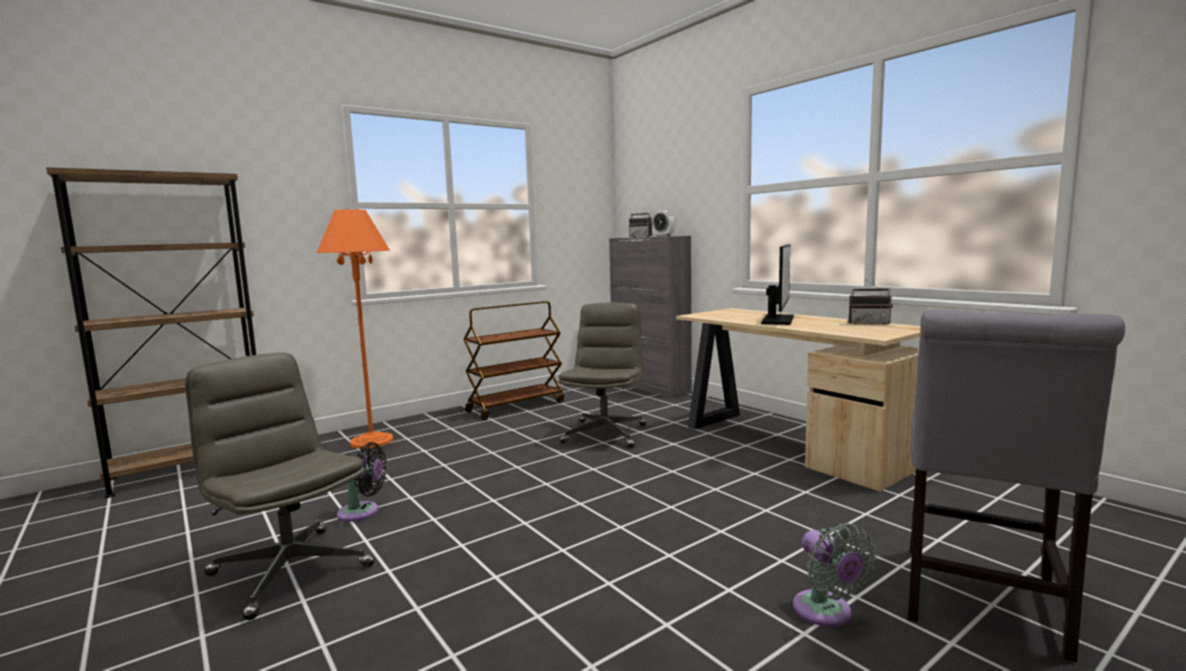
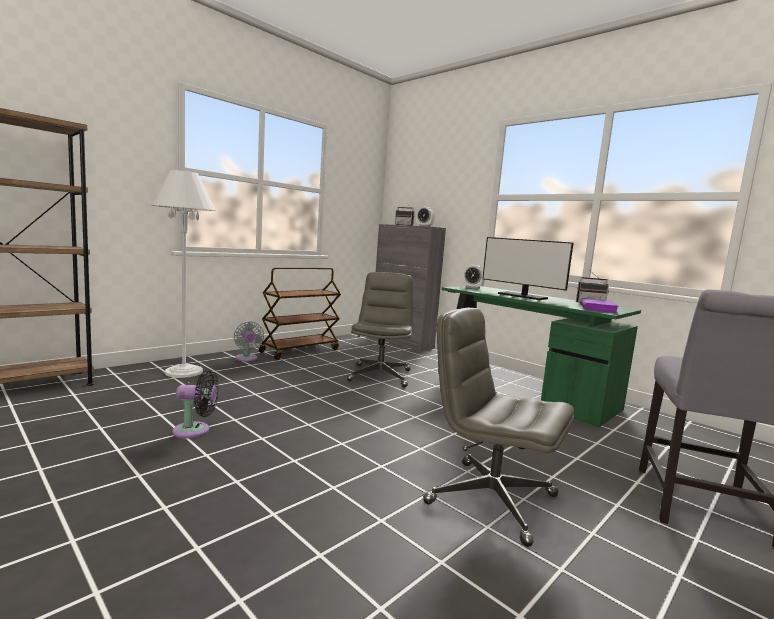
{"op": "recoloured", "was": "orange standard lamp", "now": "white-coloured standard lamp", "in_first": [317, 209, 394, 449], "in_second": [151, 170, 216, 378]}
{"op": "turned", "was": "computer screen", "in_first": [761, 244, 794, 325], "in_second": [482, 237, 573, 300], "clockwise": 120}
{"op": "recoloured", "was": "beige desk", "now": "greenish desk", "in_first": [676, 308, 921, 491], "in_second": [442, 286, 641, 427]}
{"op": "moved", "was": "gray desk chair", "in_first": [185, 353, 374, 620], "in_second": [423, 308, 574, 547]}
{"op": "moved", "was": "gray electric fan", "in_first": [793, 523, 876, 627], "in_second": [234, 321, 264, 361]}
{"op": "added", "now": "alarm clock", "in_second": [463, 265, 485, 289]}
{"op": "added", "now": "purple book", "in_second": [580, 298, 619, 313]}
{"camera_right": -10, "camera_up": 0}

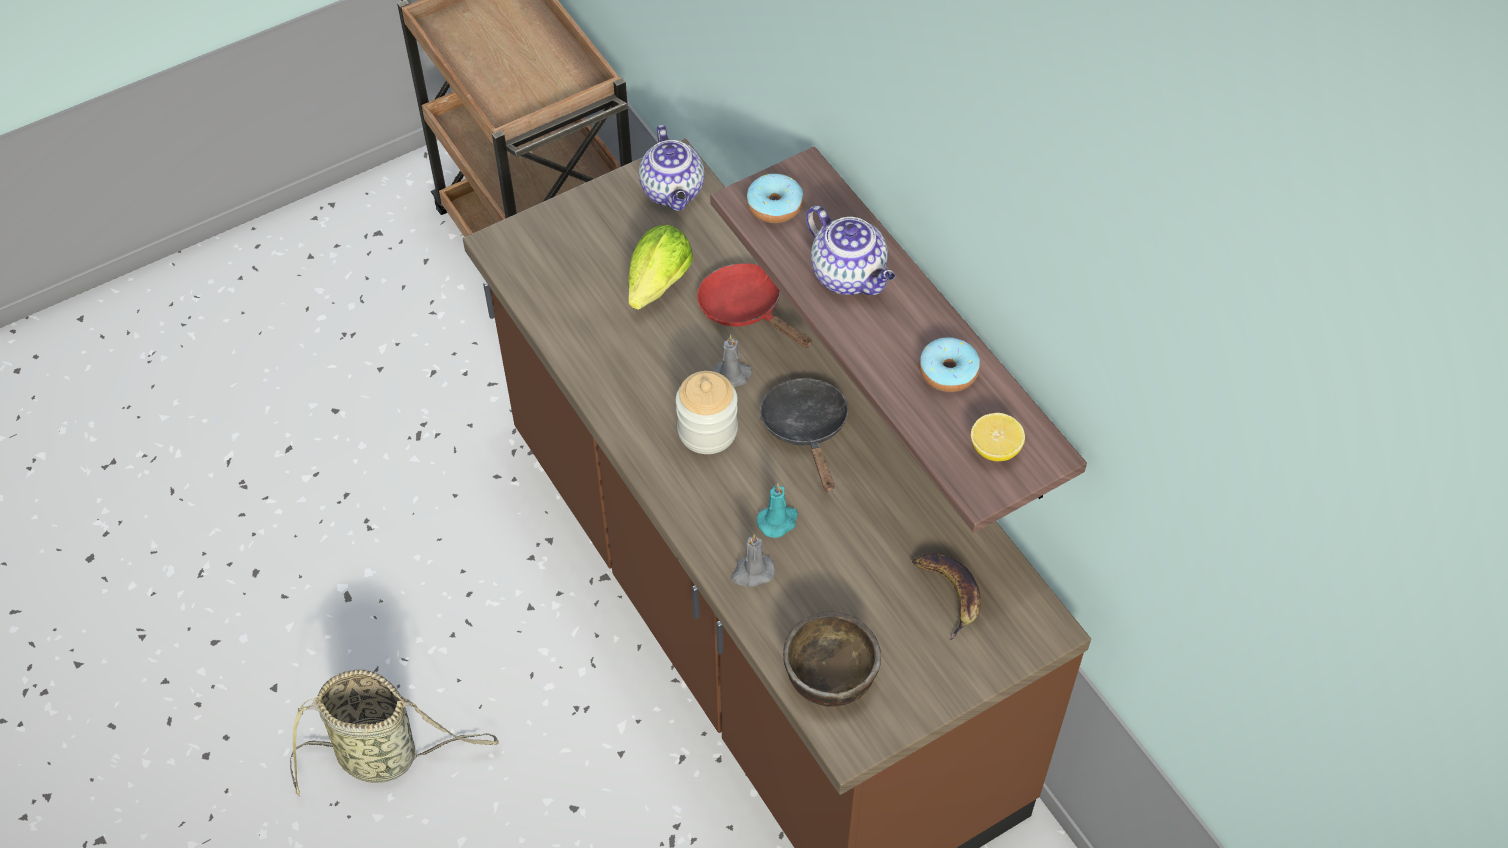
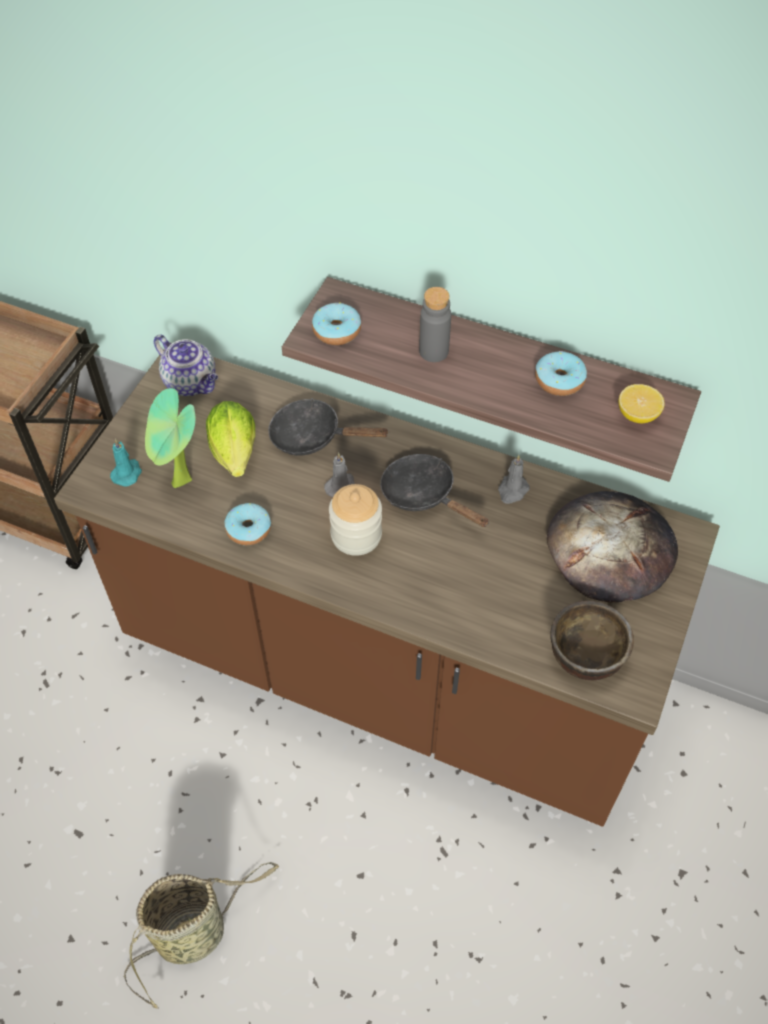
{"op": "replaced", "was": "tea pot", "now": "gray bottle", "in_first": [806, 205, 895, 295], "in_second": [419, 287, 451, 362]}
{"op": "recoloured", "was": "red skillet", "now": "black skillet", "in_first": [697, 263, 812, 348], "in_second": [268, 398, 390, 456]}
{"op": "moved", "was": "blue-green wax light", "in_first": [757, 483, 798, 538], "in_second": [110, 439, 142, 487]}
{"op": "moved", "was": "gray wax light", "in_first": [731, 534, 775, 587], "in_second": [498, 455, 530, 504]}
{"op": "replaced", "was": "whole banana", "now": "baked bread", "in_first": [912, 553, 981, 640], "in_second": [547, 491, 678, 603]}
{"op": "added", "now": "houseplant", "in_second": [145, 388, 195, 488]}
{"op": "added", "now": "ring doughnut", "in_second": [225, 503, 271, 545]}
{"camera_right": -35, "camera_up": 0}

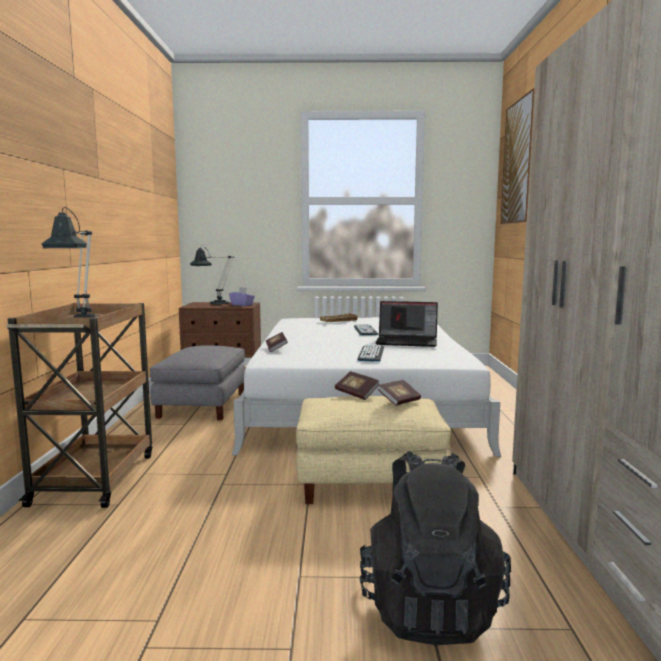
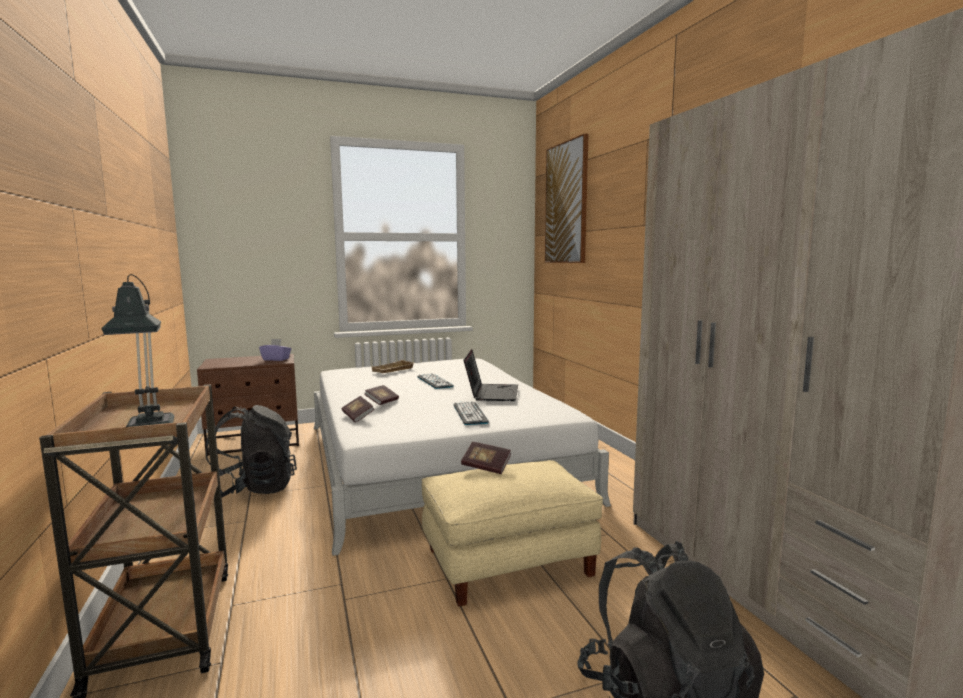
{"op": "removed", "was": "lamp for a table", "in_first": [190, 246, 234, 305]}
{"op": "turned", "was": "portable computer", "in_first": [375, 301, 438, 347], "in_second": [464, 349, 518, 401], "clockwise": -75}
{"op": "replaced", "was": "gray ottoman", "now": "black rucksack", "in_first": [149, 345, 245, 420], "in_second": [205, 405, 297, 498]}
{"op": "moved", "was": "book", "in_first": [378, 380, 421, 406], "in_second": [364, 385, 399, 405]}
{"camera_right": -20, "camera_up": 0}

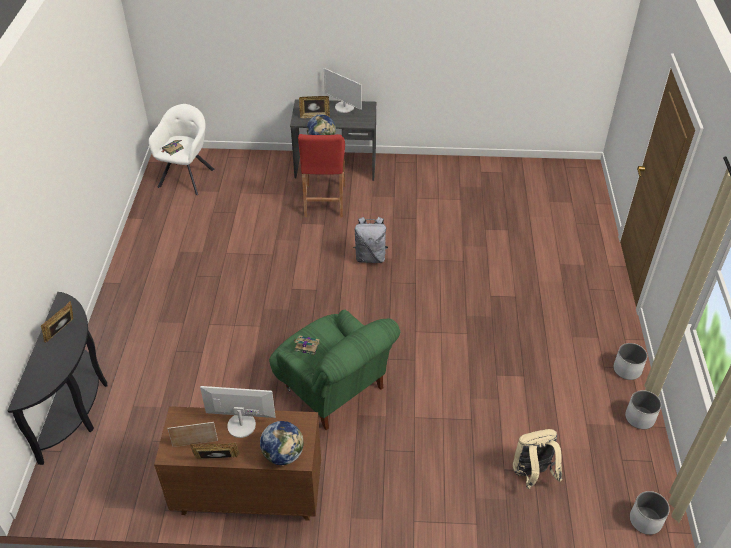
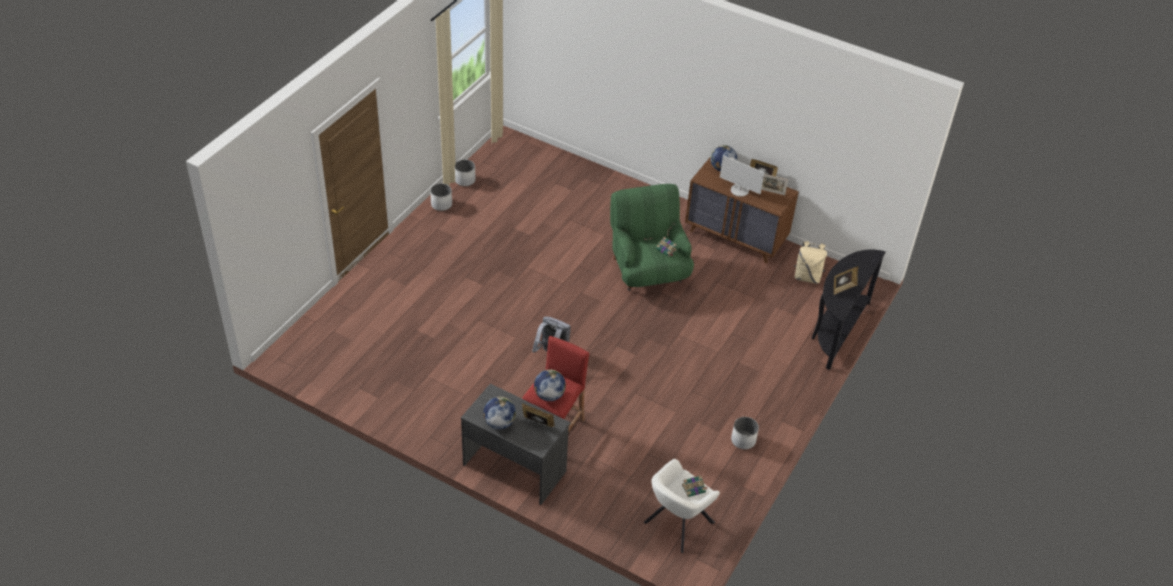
{"op": "replaced", "was": "computer screen", "now": "desk globe", "in_first": [324, 68, 362, 113], "in_second": [483, 397, 516, 429]}
{"op": "moved", "was": "beige rucksack", "in_first": [513, 429, 562, 489], "in_second": [795, 241, 827, 284]}
{"op": "moved", "was": "white-coloured planter", "in_first": [630, 491, 670, 535], "in_second": [731, 417, 759, 449]}
{"camera_right": -155, "camera_up": 0}

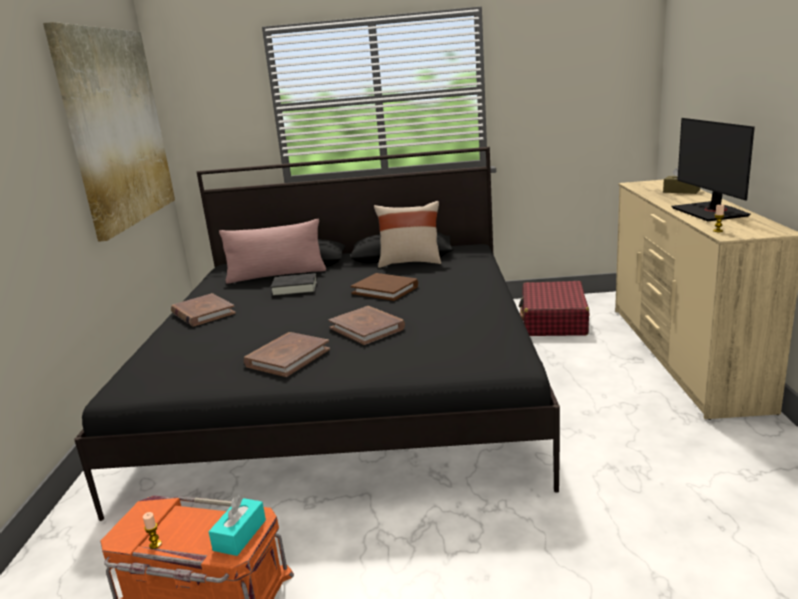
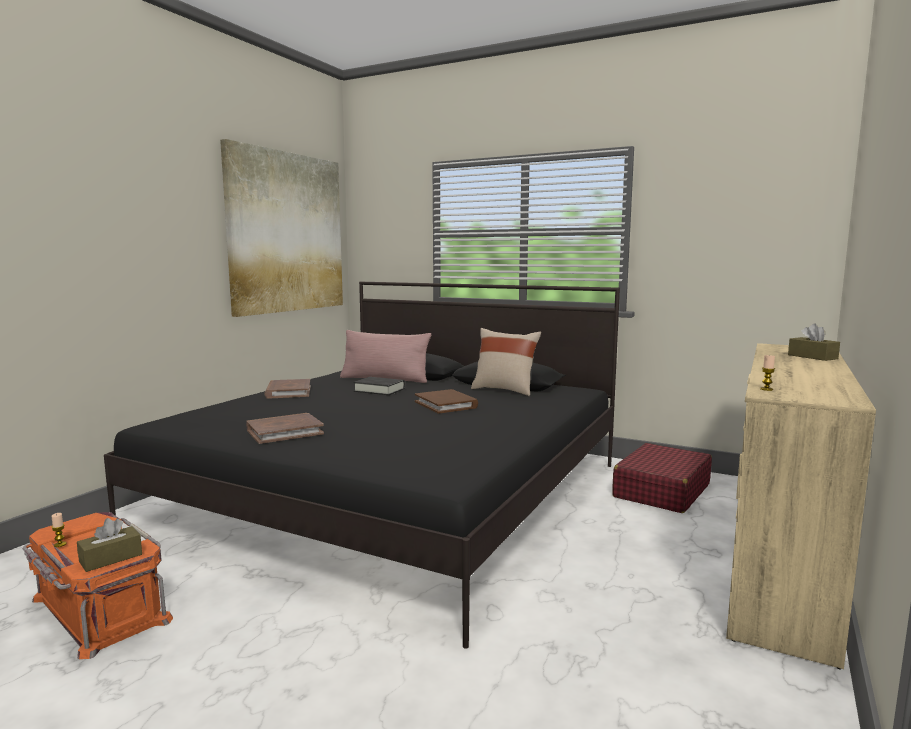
{"op": "removed", "was": "computer screen", "in_first": [671, 118, 755, 221]}
{"op": "removed", "was": "brown book", "in_first": [329, 306, 405, 345]}
{"op": "recoloured", "was": "blue-green box of tissues", "now": "brown box of tissues", "in_first": [208, 494, 266, 556], "in_second": [77, 518, 142, 572]}
{"camera_right": 25, "camera_up": -10}

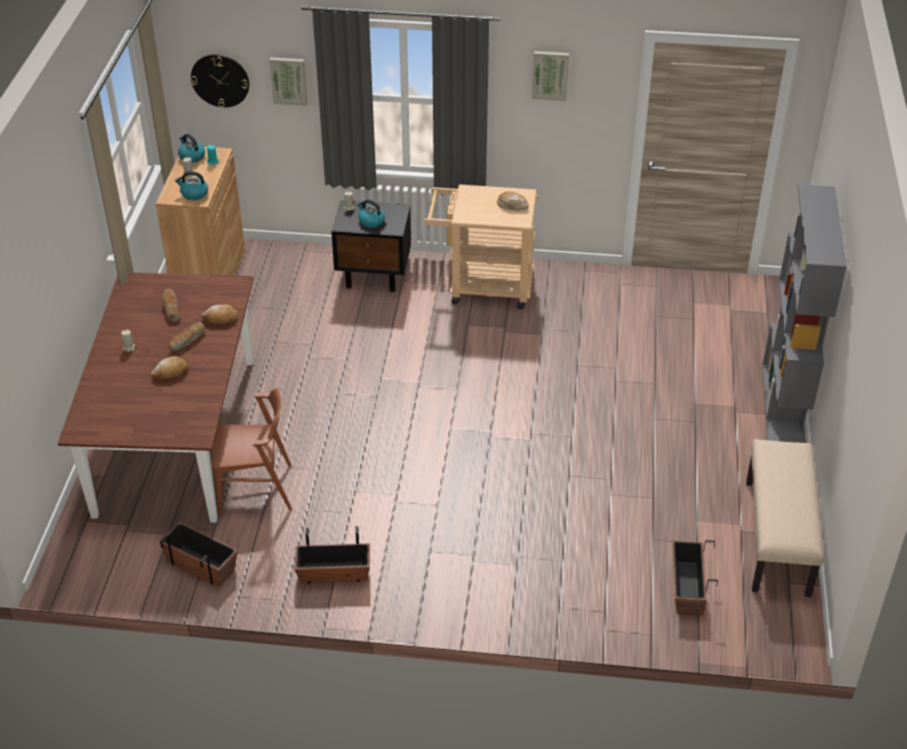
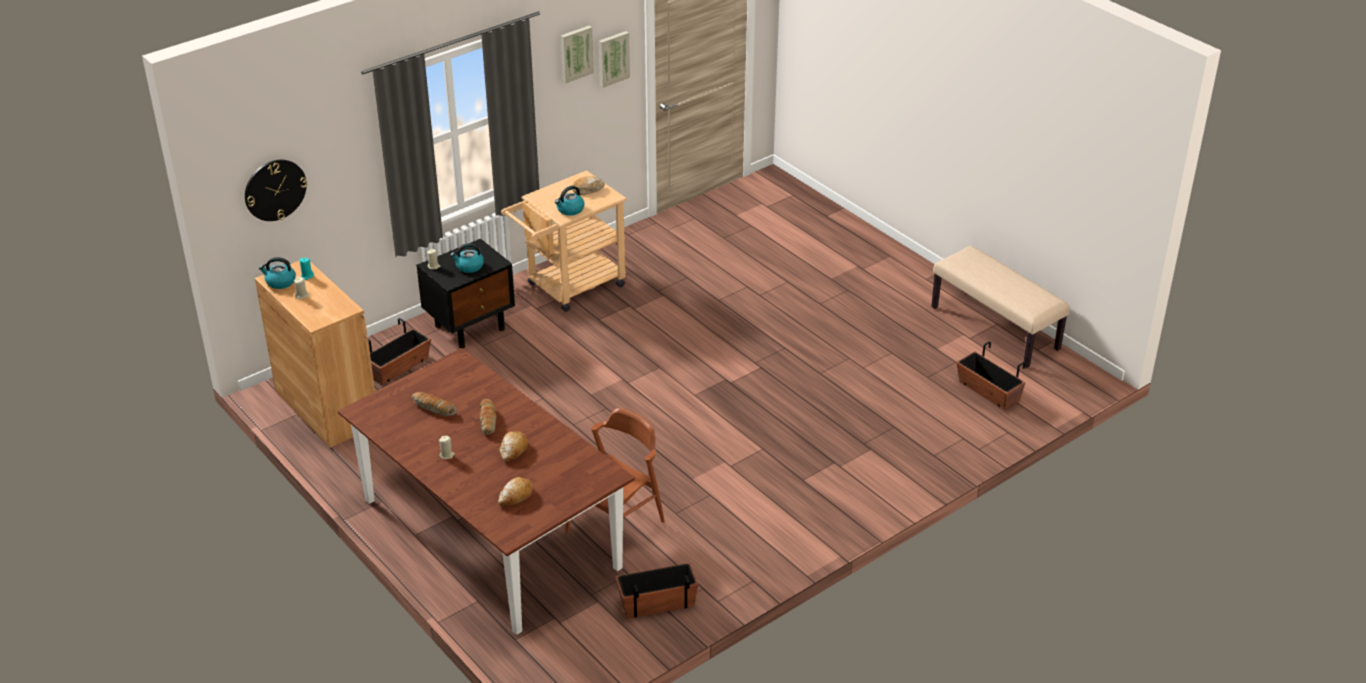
{"op": "moved", "was": "wall art", "in_first": [270, 57, 308, 106], "in_second": [599, 31, 630, 88]}
{"op": "moved", "was": "water kettle", "in_first": [175, 171, 208, 200], "in_second": [555, 186, 584, 216]}
{"op": "removed", "was": "gray shelving unit", "in_first": [762, 184, 847, 443]}
{"op": "moved", "was": "baked bread", "in_first": [201, 304, 238, 324], "in_second": [498, 477, 533, 506]}
{"op": "moved", "was": "planter", "in_first": [295, 526, 370, 583], "in_second": [368, 318, 431, 385]}
{"camera_right": -45, "camera_up": -5}

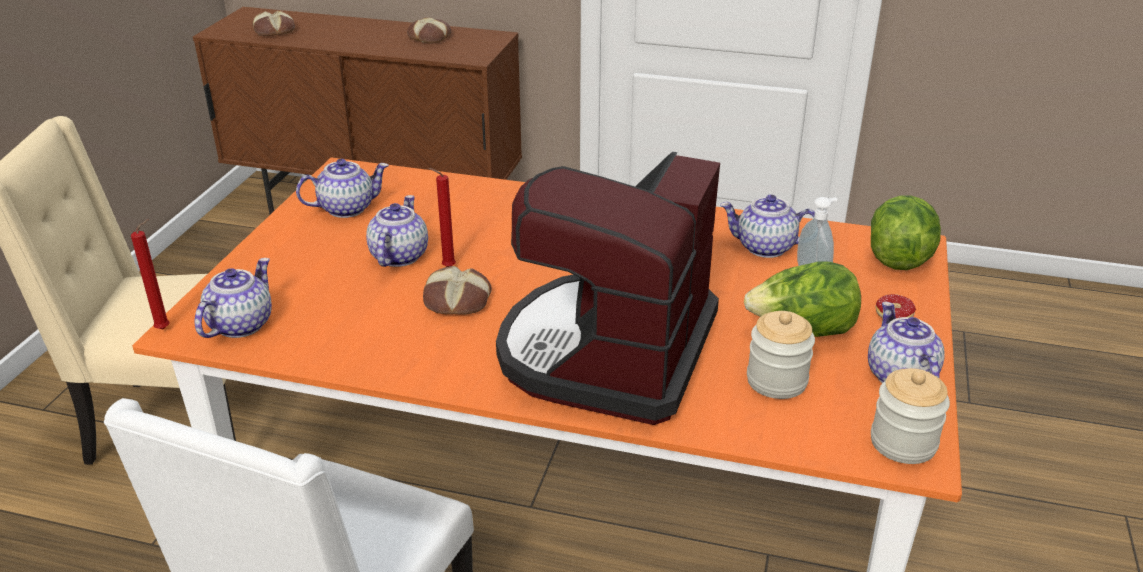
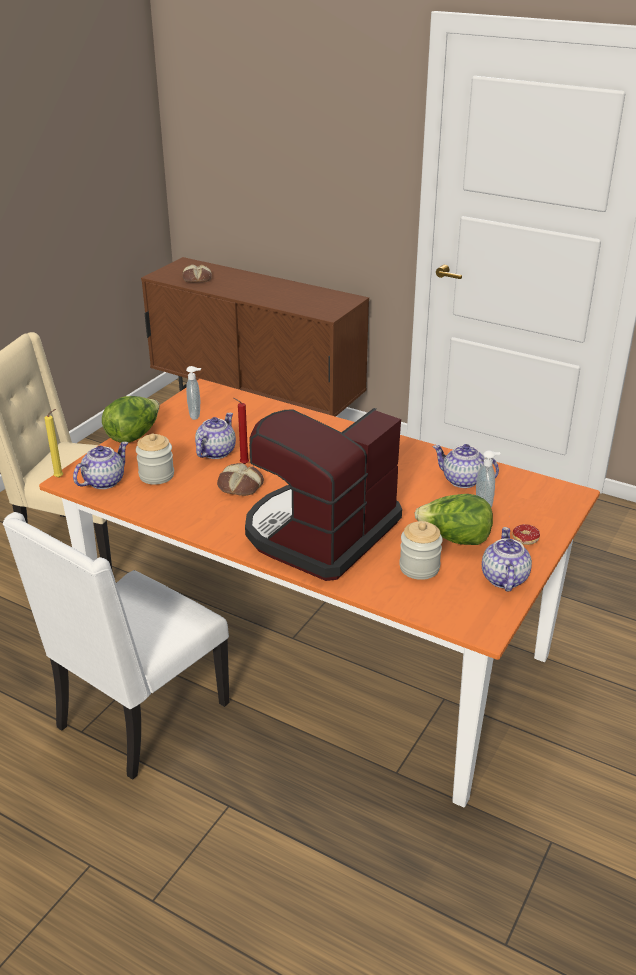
{"op": "removed", "was": "baked bread", "in_first": [407, 17, 451, 44]}
{"op": "replaced", "was": "tea pot", "now": "soap dispenser", "in_first": [296, 159, 389, 218], "in_second": [186, 366, 201, 420]}
{"op": "moved", "was": "lettuce head", "in_first": [871, 195, 941, 270], "in_second": [102, 396, 159, 443]}
{"op": "recoloured", "was": "red wax light", "now": "yellow-coloured wax light", "in_first": [131, 219, 170, 329], "in_second": [44, 409, 63, 478]}
{"op": "moved", "was": "storage jar", "in_first": [871, 368, 950, 464], "in_second": [136, 434, 174, 485]}
{"camera_right": 15, "camera_up": 0}

